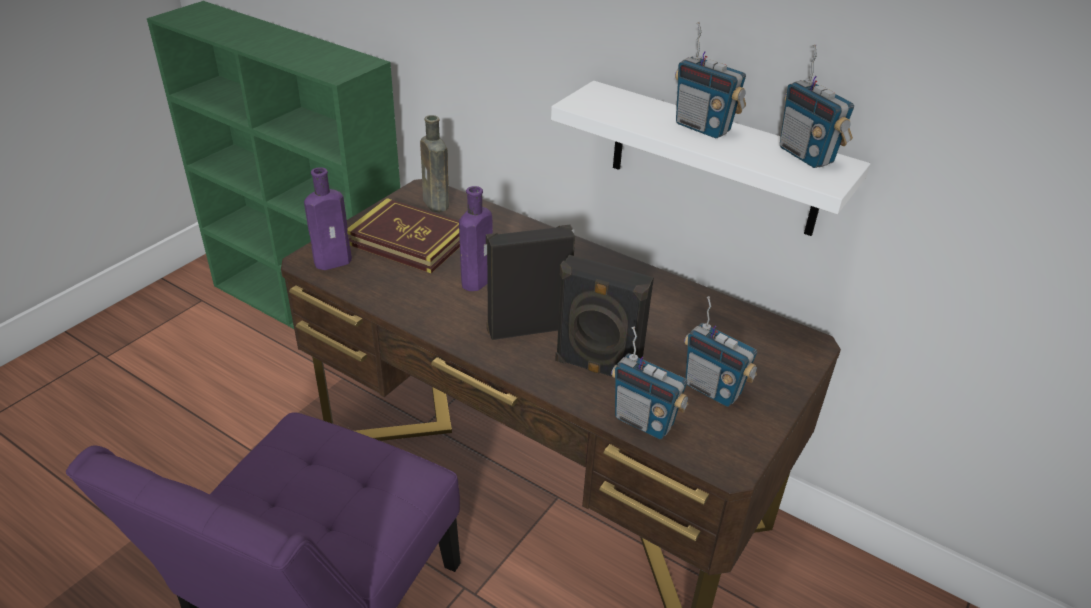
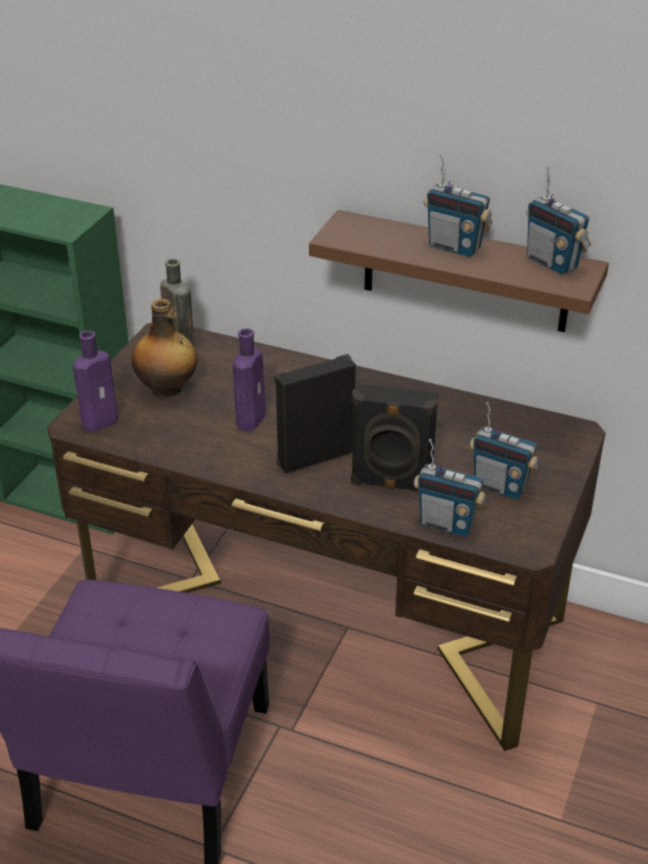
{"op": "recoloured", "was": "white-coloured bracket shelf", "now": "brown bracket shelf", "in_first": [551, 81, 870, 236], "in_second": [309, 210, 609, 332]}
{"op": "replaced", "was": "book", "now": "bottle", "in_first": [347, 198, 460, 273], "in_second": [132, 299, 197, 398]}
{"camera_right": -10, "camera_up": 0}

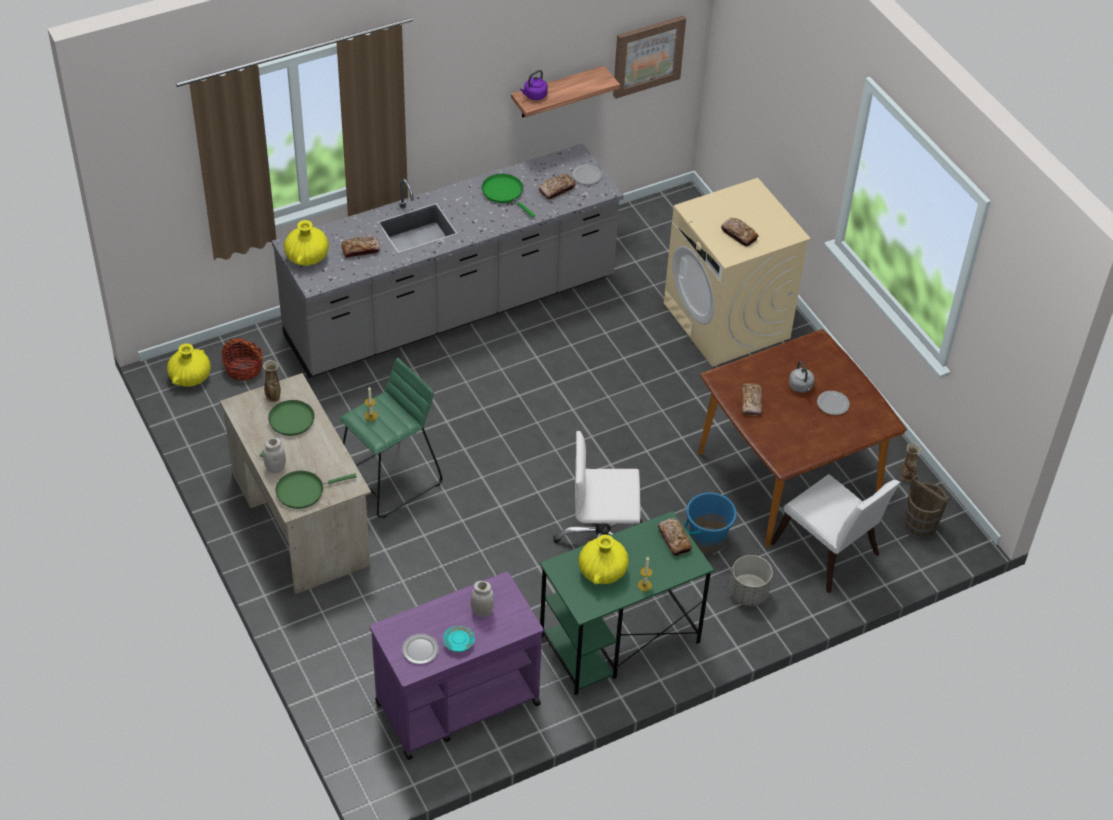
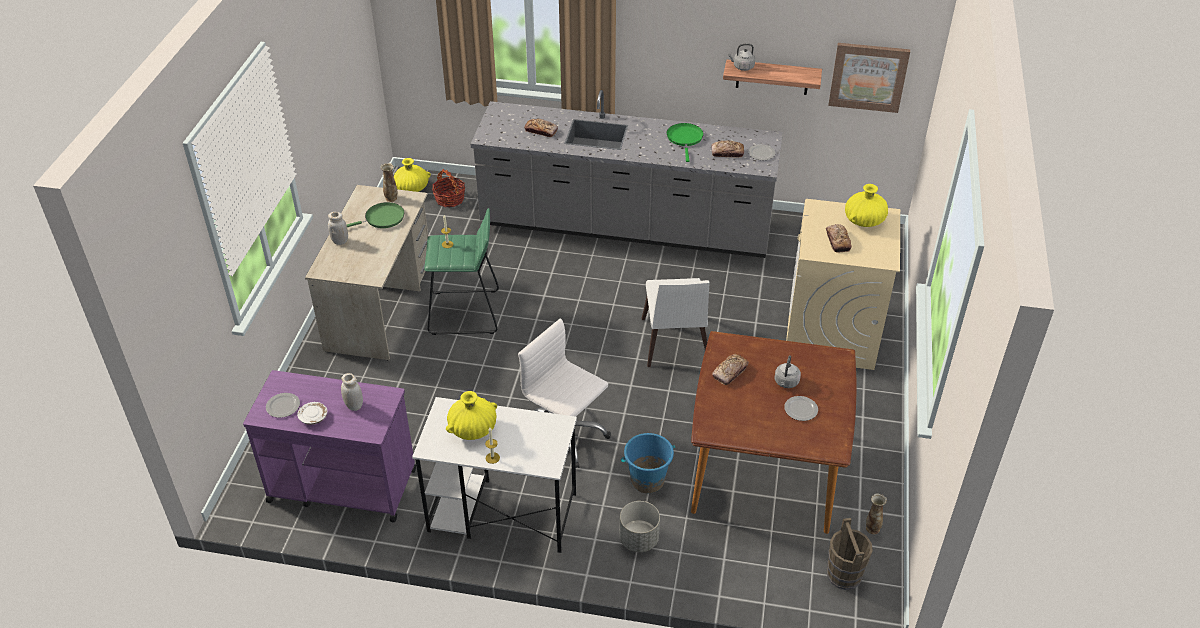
{"op": "recoloured", "was": "purple water kettle", "now": "gray water kettle", "in_first": [520, 70, 548, 100], "in_second": [728, 43, 755, 71]}
{"op": "moved", "was": "yellow-coloured decorative vase", "in_first": [284, 220, 329, 265], "in_second": [845, 184, 888, 227]}
{"op": "removed", "was": "greenish skillet", "in_first": [276, 471, 357, 509]}
{"op": "moved", "was": "white-coloured upright chair", "in_first": [771, 474, 900, 593], "in_second": [642, 278, 710, 367]}
{"op": "recoloured", "was": "greenish desk", "now": "white-coloured desk", "in_first": [540, 511, 714, 695], "in_second": [412, 397, 577, 553]}
{"op": "removed", "was": "baked bread", "in_first": [658, 518, 692, 556]}
{"op": "recoloured", "was": "blue-green flat dish", "now": "white-coloured flat dish", "in_first": [443, 626, 475, 652], "in_second": [297, 402, 327, 425]}
{"camera_right": 40, "camera_up": -5}

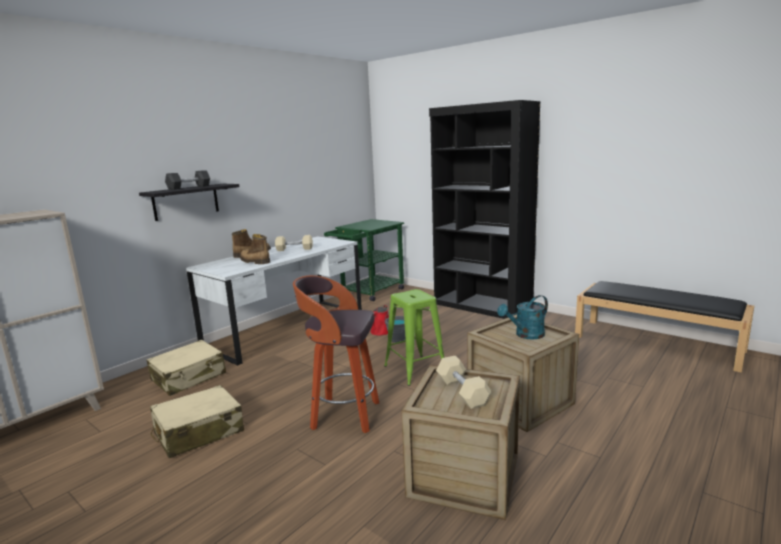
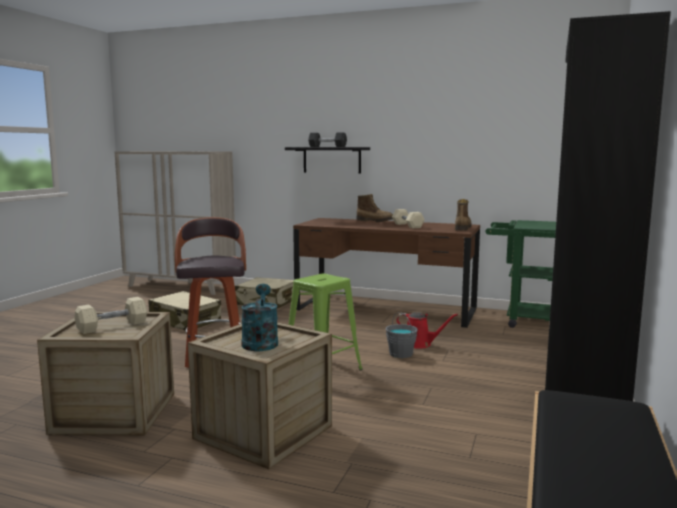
{"op": "moved", "was": "high-top boot", "in_first": [240, 234, 270, 264], "in_second": [455, 199, 472, 231]}
{"op": "recoloured", "was": "white-coloured desk", "now": "brown desk", "in_first": [186, 236, 362, 366], "in_second": [293, 218, 480, 328]}
{"op": "turned", "was": "blue-green watering pot", "in_first": [497, 295, 548, 339], "in_second": [241, 284, 278, 351], "clockwise": 45}
{"camera_right": 70, "camera_up": -5}

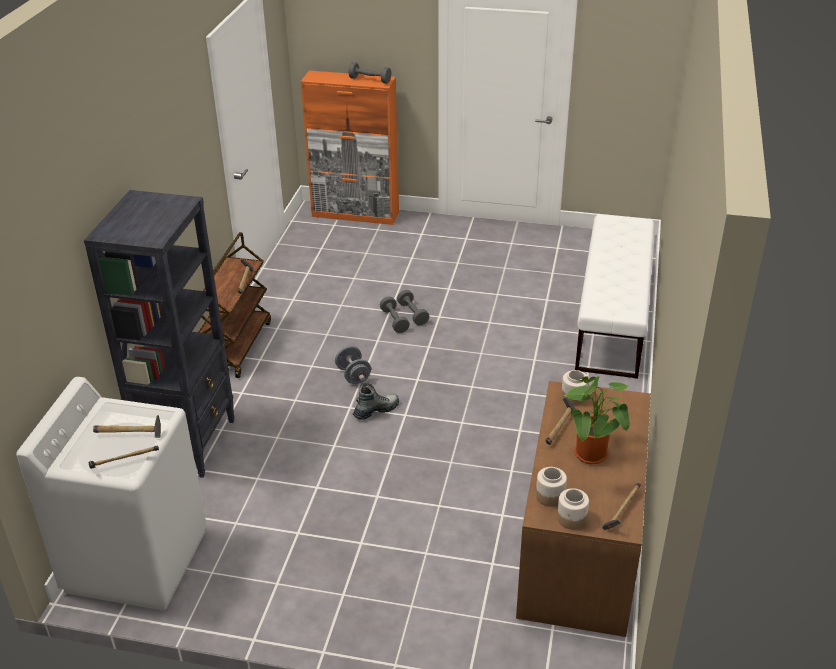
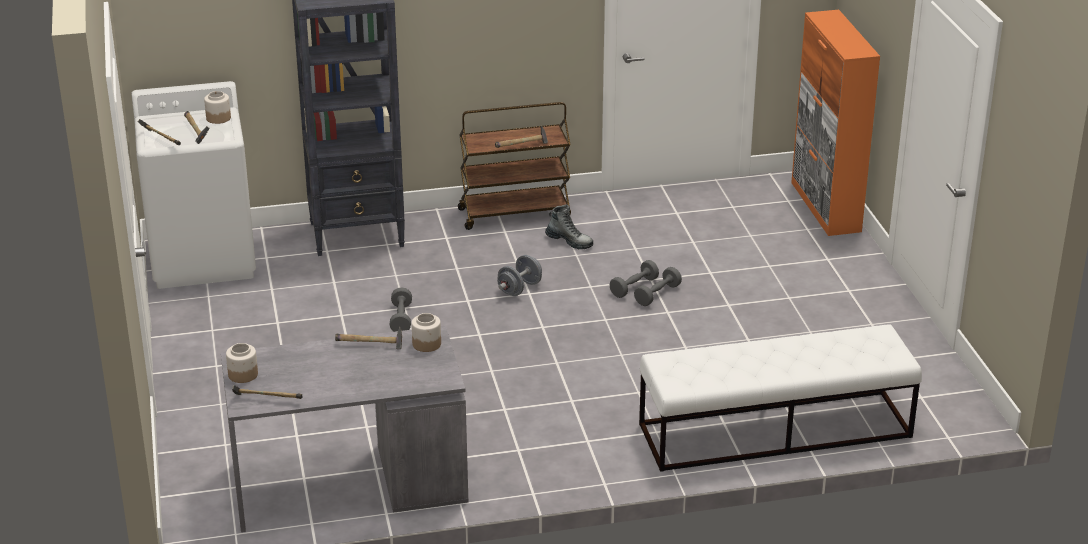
{"op": "moved", "was": "gray dumbbell", "in_first": [348, 62, 391, 84], "in_second": [390, 288, 412, 332]}
{"op": "removed", "was": "houseplant", "in_first": [563, 376, 630, 464]}
{"op": "recoloured", "was": "brown desk", "now": "gray desk", "in_first": [516, 381, 651, 637], "in_second": [221, 326, 468, 532]}
{"op": "moved", "was": "high-top boot", "in_first": [353, 382, 399, 420], "in_second": [545, 204, 594, 249]}
{"op": "moved", "was": "storage jar", "in_first": [536, 467, 567, 507], "in_second": [204, 91, 231, 124]}
{"camera_right": 65, "camera_up": -5}

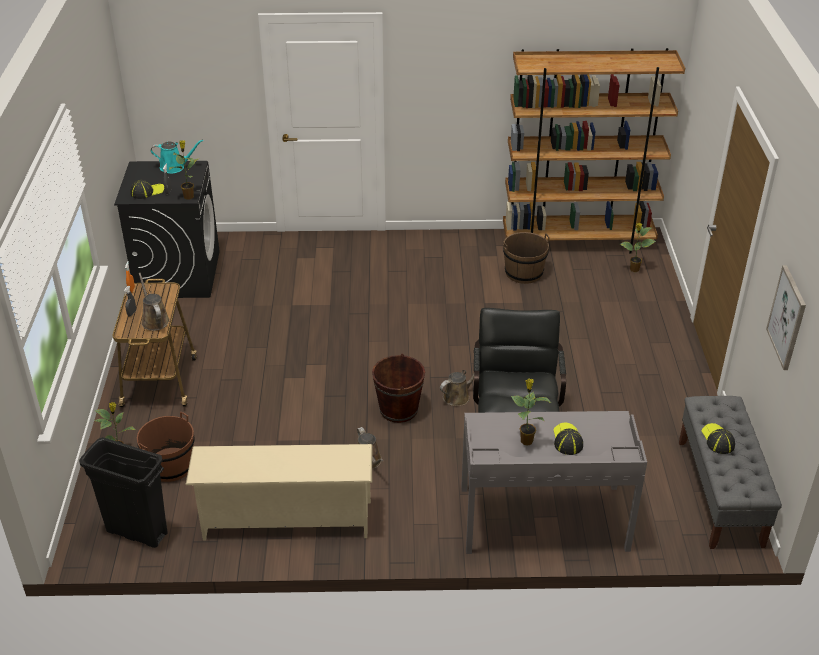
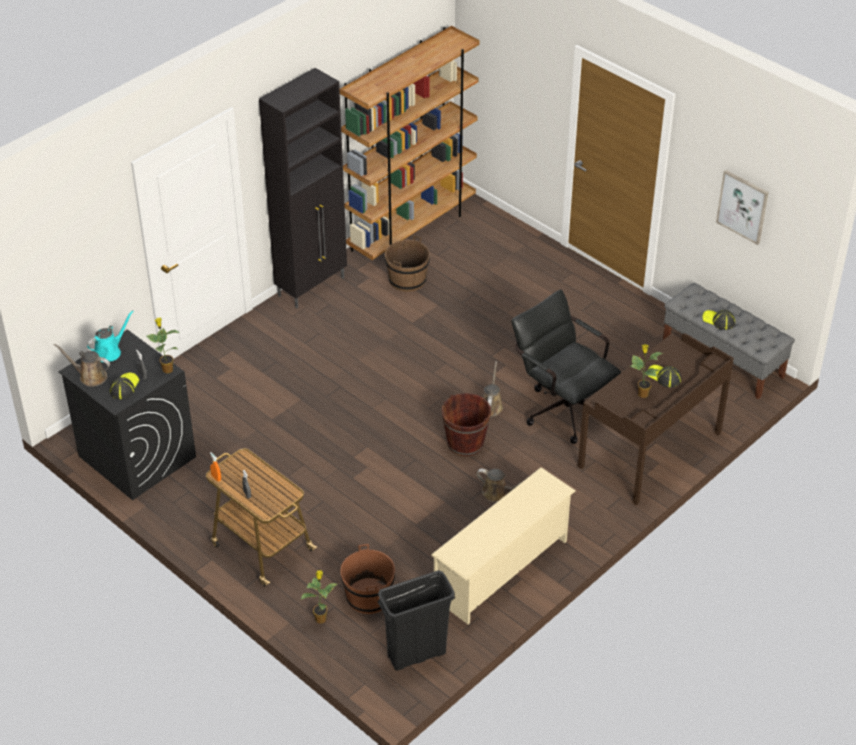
{"op": "removed", "was": "houseplant", "in_first": [620, 223, 656, 272]}
{"op": "moved", "was": "brown watering pot", "in_first": [139, 273, 170, 331], "in_second": [54, 343, 110, 387]}
{"op": "recoloured", "was": "gray desk", "now": "brown desk", "in_first": [461, 411, 647, 554], "in_second": [578, 333, 734, 505]}
{"op": "added", "now": "black storage cabinet", "in_second": [259, 68, 347, 308]}
{"camera_right": -45, "camera_up": 5}

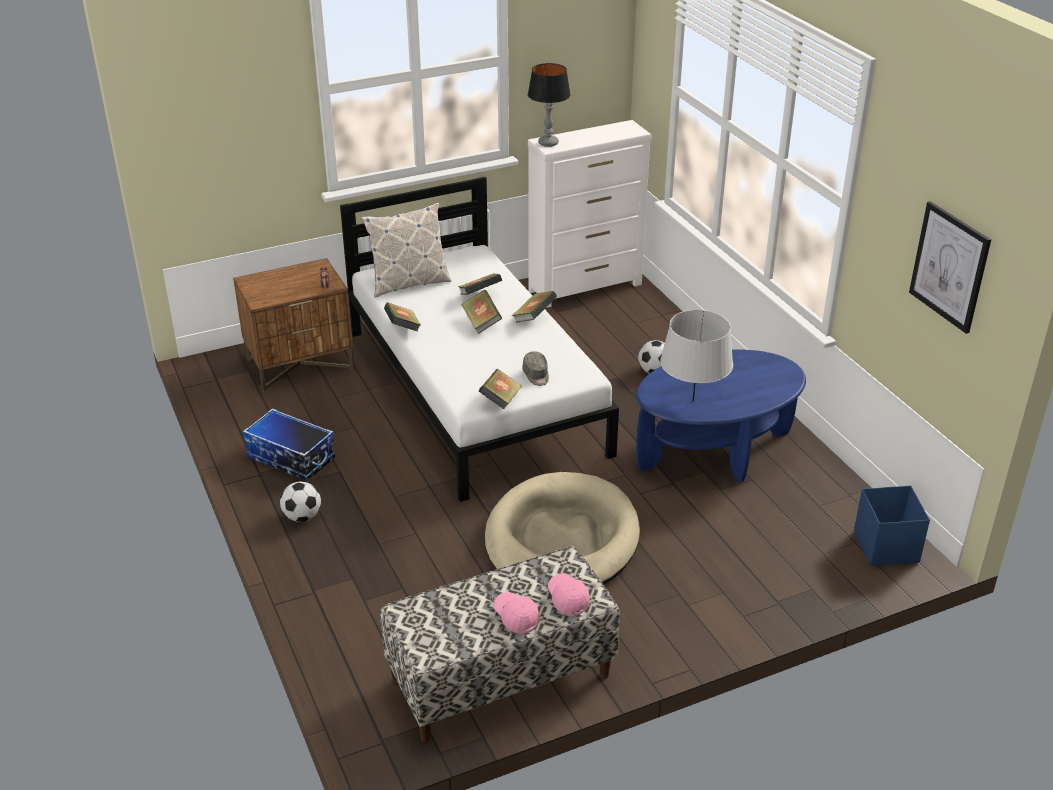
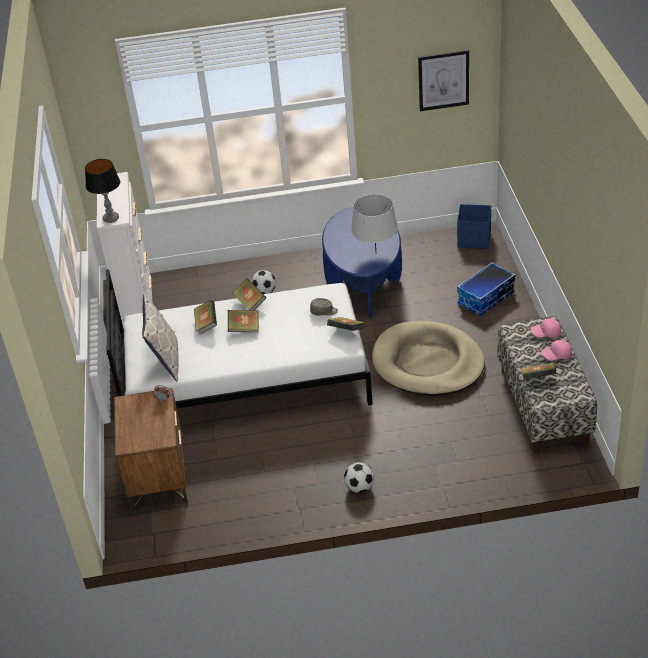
{"op": "moved", "was": "book", "in_first": [384, 303, 421, 332], "in_second": [521, 362, 557, 380]}
{"op": "moved", "was": "storage bin", "in_first": [243, 408, 335, 481], "in_second": [457, 262, 515, 316]}
{"camera_right": -70, "camera_up": 5}

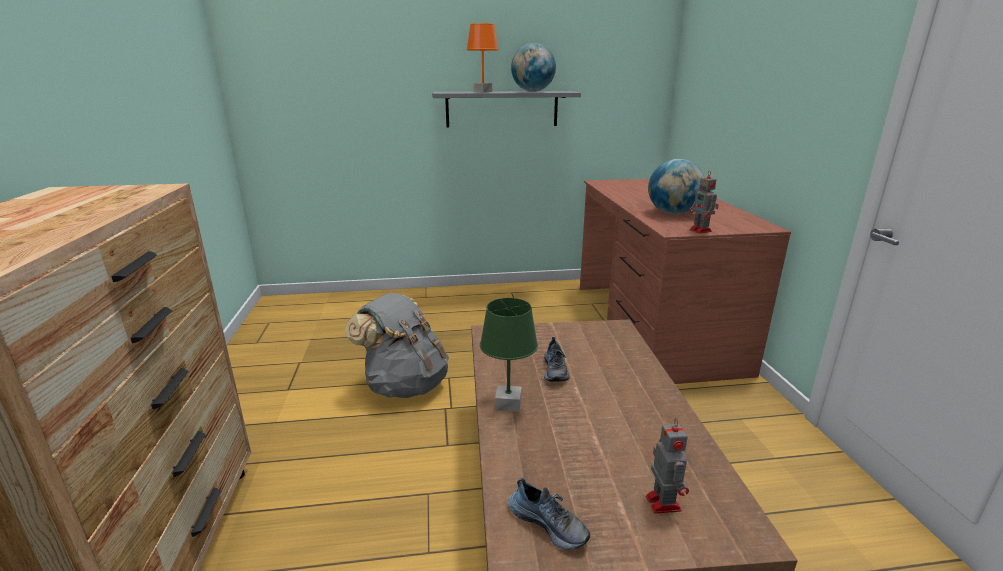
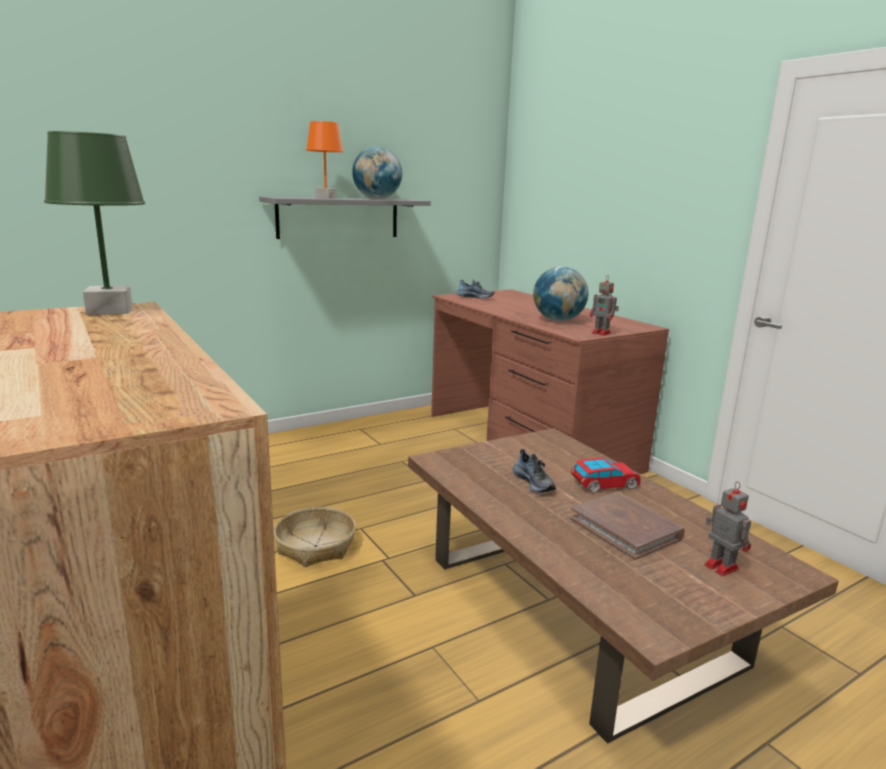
{"op": "replaced", "was": "gray rucksack", "now": "storage basket", "in_first": [345, 293, 449, 398], "in_second": [274, 507, 356, 567]}
{"op": "moved", "was": "greenish lamp for a table", "in_first": [480, 298, 538, 412], "in_second": [44, 131, 145, 315]}
{"op": "moved", "was": "item of footwear", "in_first": [508, 478, 590, 550], "in_second": [456, 279, 495, 299]}
{"op": "added", "now": "model car", "in_second": [571, 458, 641, 493]}
{"op": "added", "now": "brown book", "in_second": [570, 491, 685, 560]}
{"camera_right": -25, "camera_up": -5}

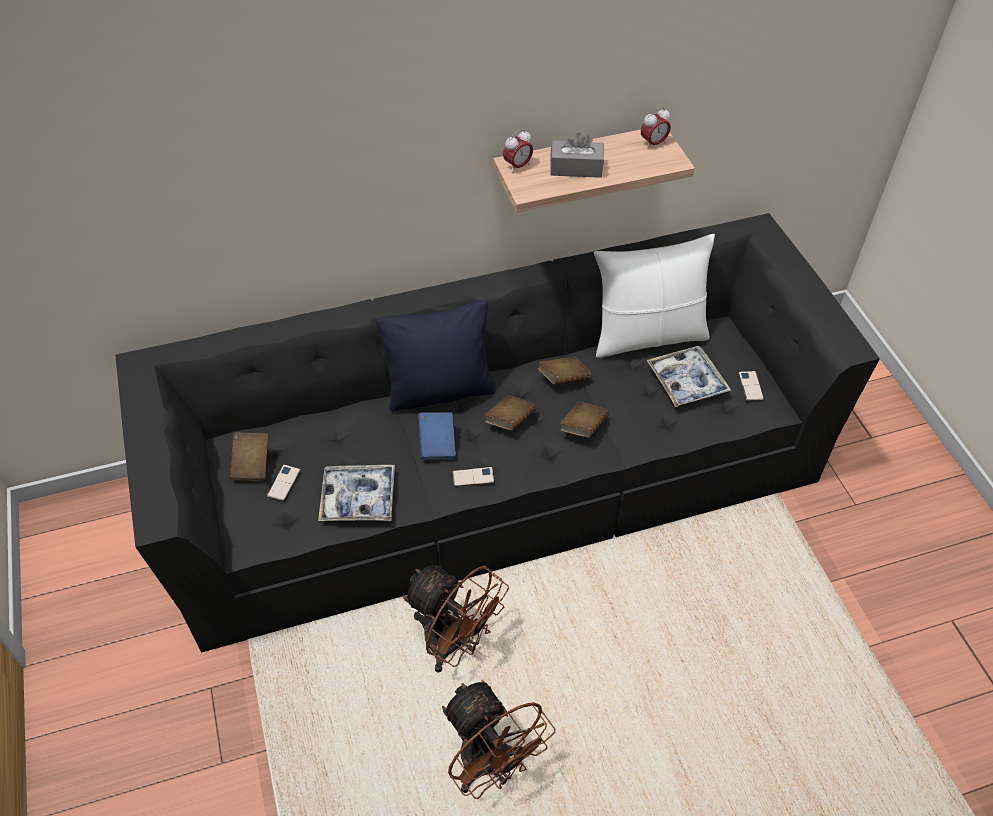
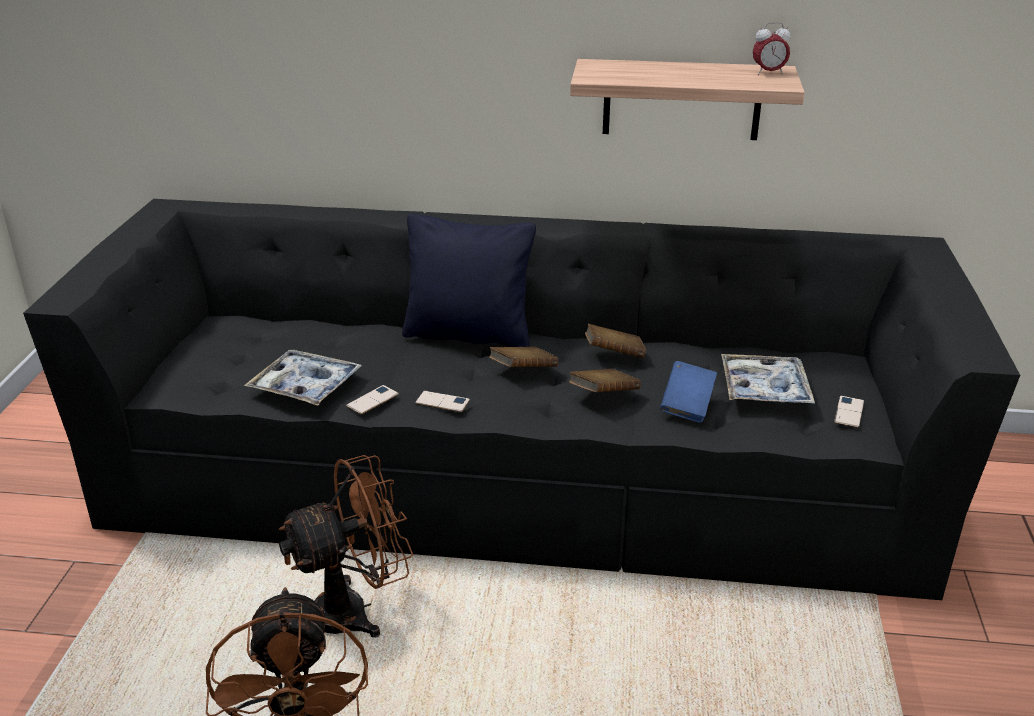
{"op": "removed", "was": "alarm clock", "in_first": [503, 129, 533, 173]}
{"op": "removed", "was": "gray box of tissues", "in_first": [550, 132, 604, 178]}
{"op": "removed", "was": "white-coloured throw pillow", "in_first": [594, 234, 715, 358]}
{"op": "moved", "was": "blue book", "in_first": [418, 412, 456, 460], "in_second": [660, 361, 717, 423]}
{"op": "removed", "was": "brown book", "in_first": [229, 432, 268, 481]}
{"op": "moved", "was": "telephone", "in_first": [267, 465, 300, 501], "in_second": [346, 385, 399, 415]}
{"op": "turned", "was": "brown electric fan", "in_first": [402, 565, 509, 673], "in_second": [278, 455, 413, 638], "clockwise": -90}
{"camera_right": 25, "camera_up": -20}

